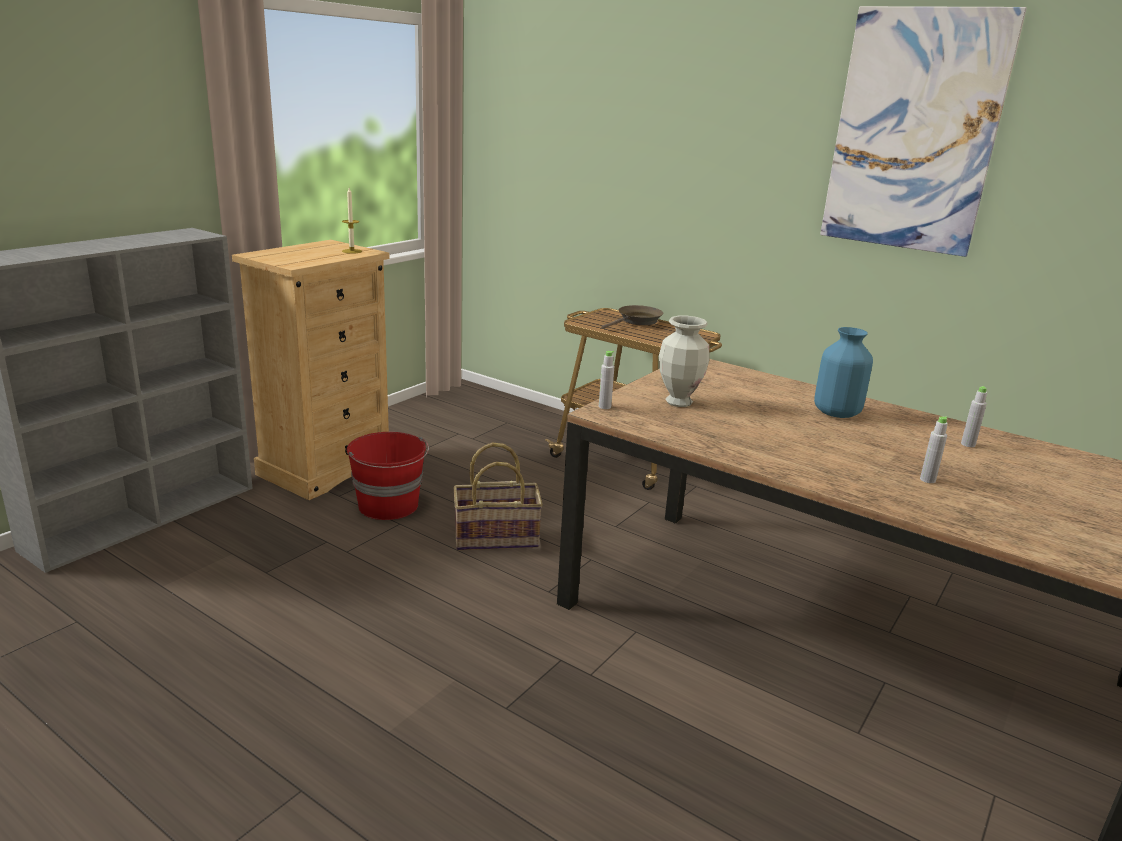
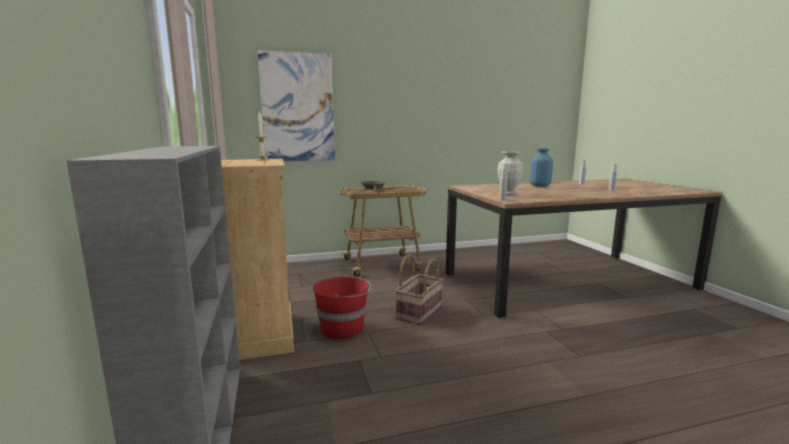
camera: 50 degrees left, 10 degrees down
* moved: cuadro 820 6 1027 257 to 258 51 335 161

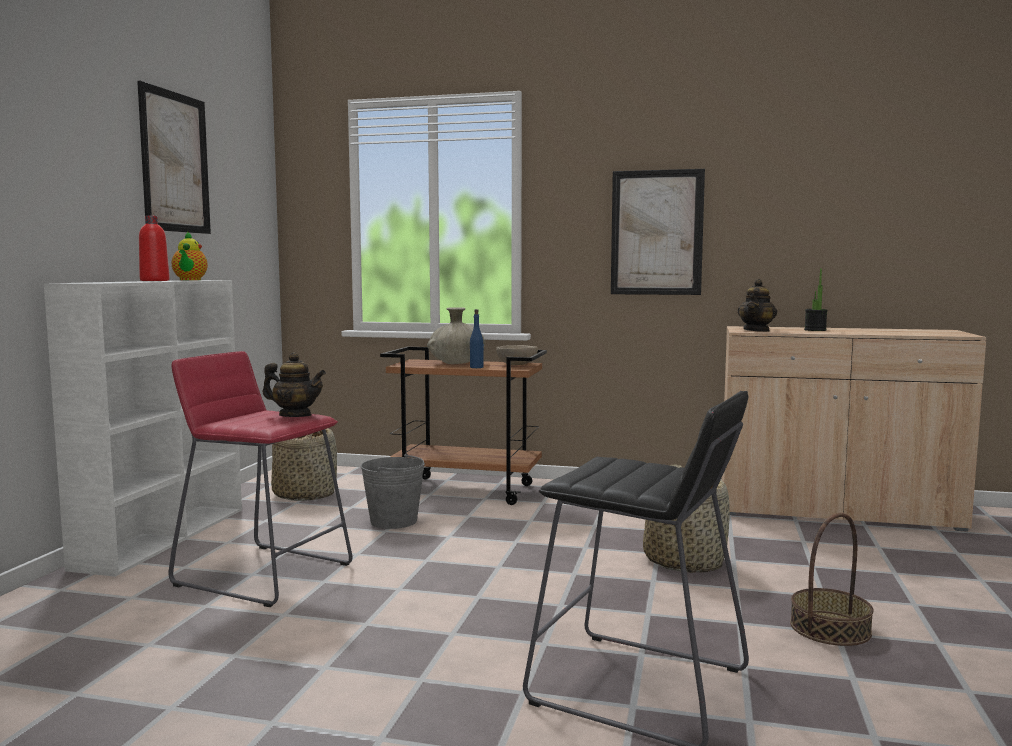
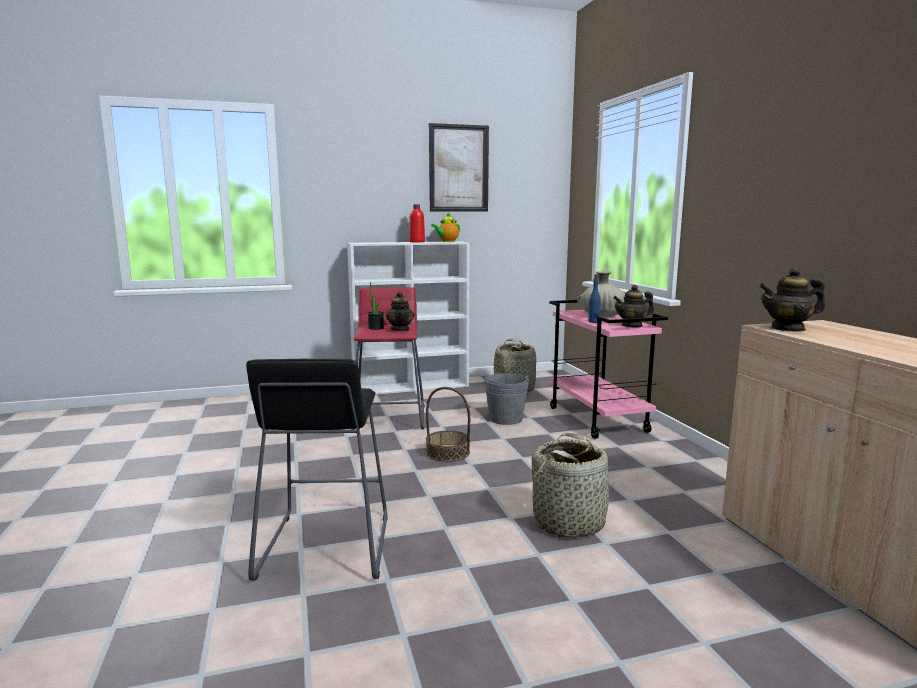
camera: 60 degrees right, 5 degrees up
* recoloured: carrito (marrón) 380 347 547 505 to carrito (rosa) 549 300 668 439
* replaced: cuenco (beis) 496 345 538 365 to tetera 613 285 654 328
* removed: cuadro 611 169 705 295
* moved: cesta 790 513 874 646 to 426 387 470 462
* moved: planta en maceta 804 268 828 331 to 368 283 384 330

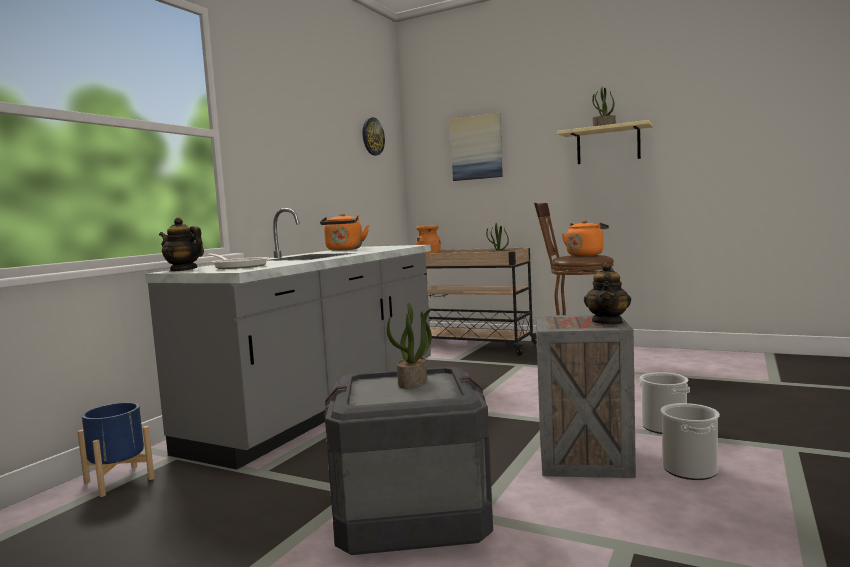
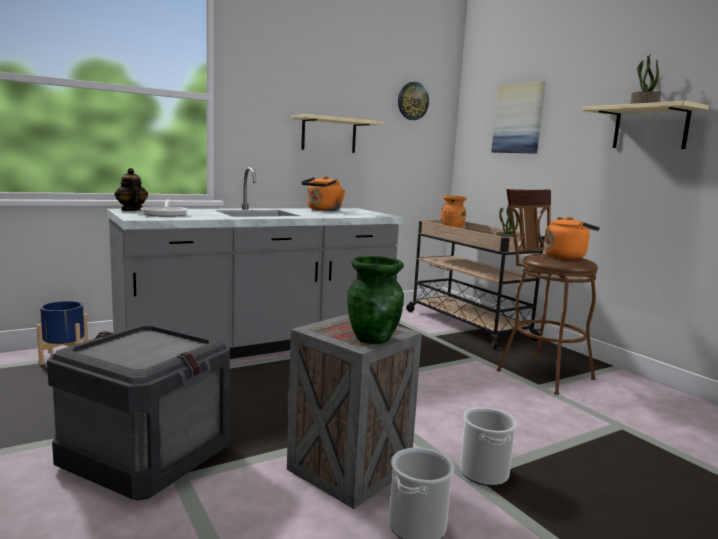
camera: 30 degrees right, 5 degrees up
* removed: planta en maceta 386 303 432 389
* replaced: tetera 584 262 631 325 to florero (verde) 347 256 404 344
* added: estante (beis) 291 114 383 153

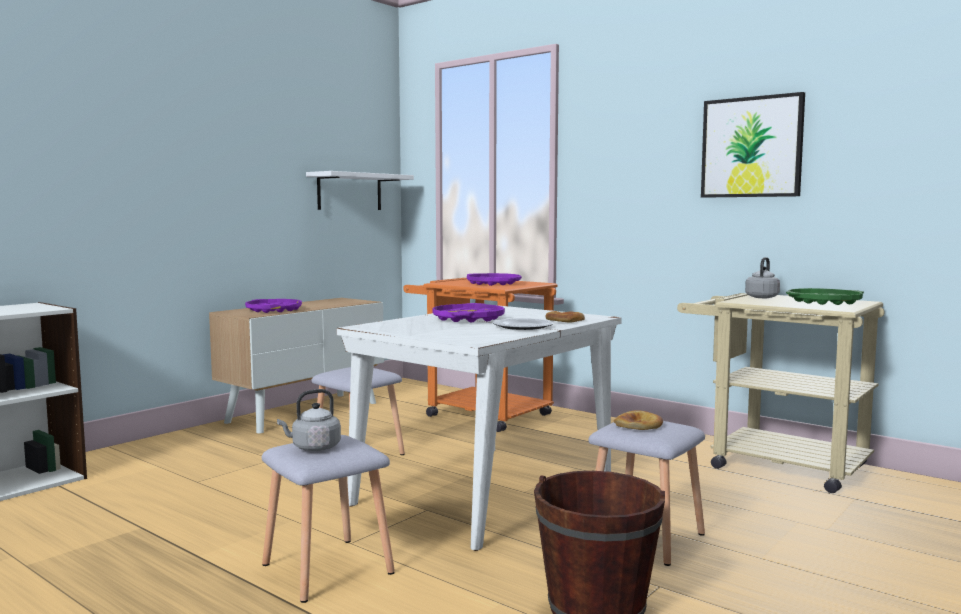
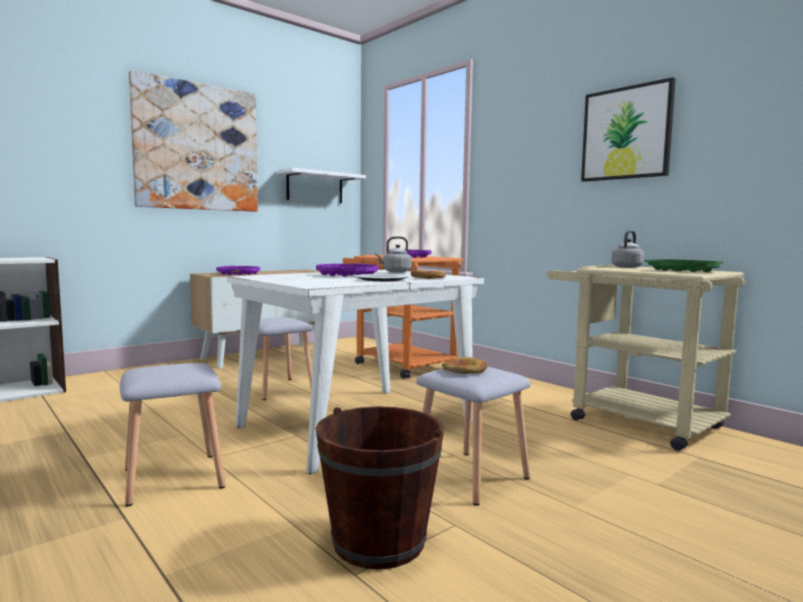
camera: 10 degrees right, 0 degrees up
* moved: hervidor (gris) 277 389 341 451 to 375 236 412 273
* added: cuadro 129 70 258 212

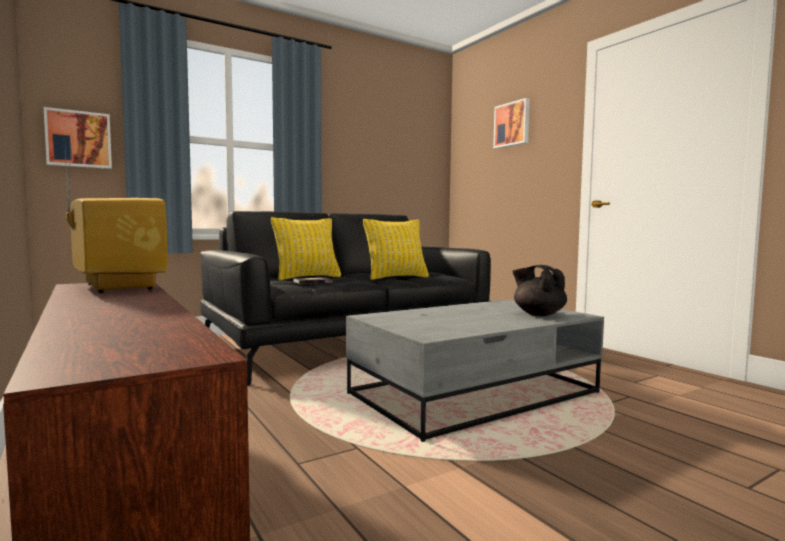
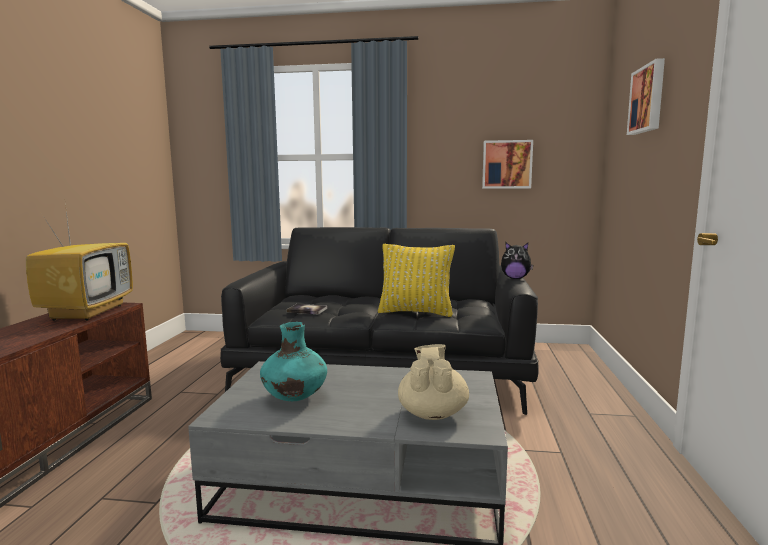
camera: 40 degrees right, 5 degrees up
* moved: cuadro 44 107 112 169 to 482 140 533 189
* removed: cojín (amarillo) 271 217 341 280
* recoloured: tetera (negro) 512 265 567 316 to tetera (beis) 398 344 469 420
* added: florero (turquesa) 260 322 327 401
* added: peluche 501 243 533 279

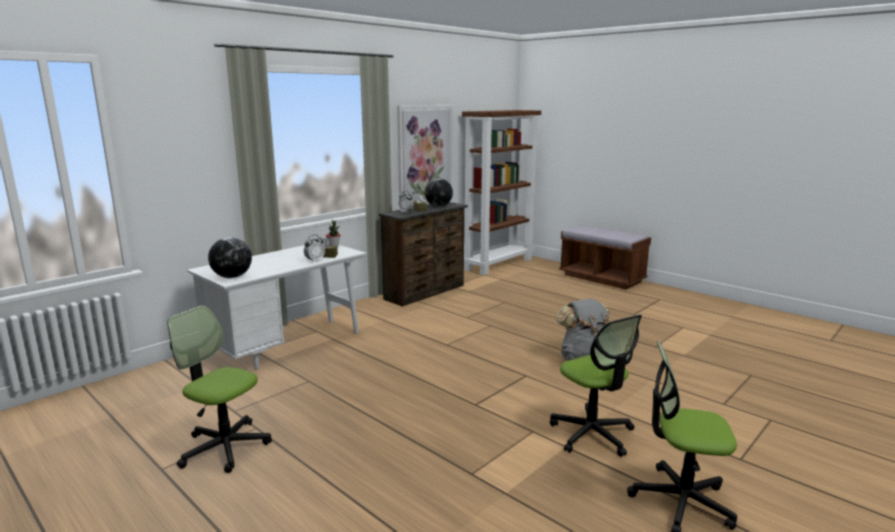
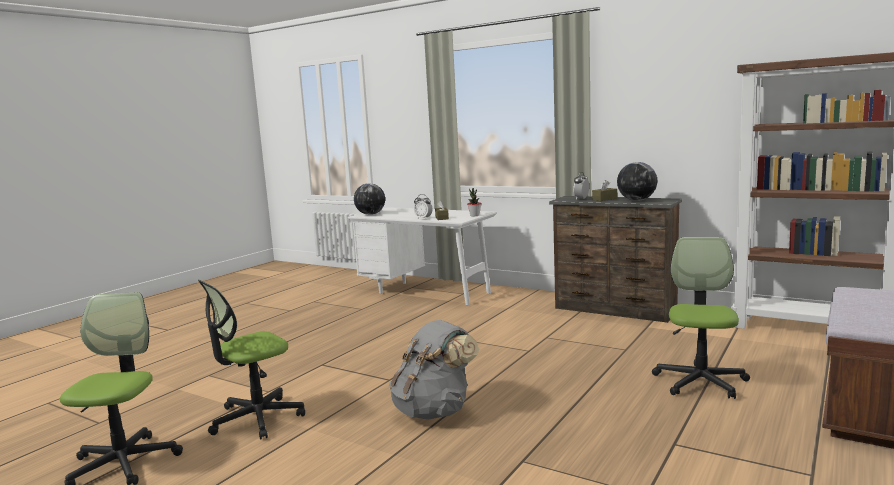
camera: 80 degrees right, 5 degrees down
* moved: silla de oficina 167 305 272 473 to 652 237 750 399
* removed: cuadro 397 105 453 203

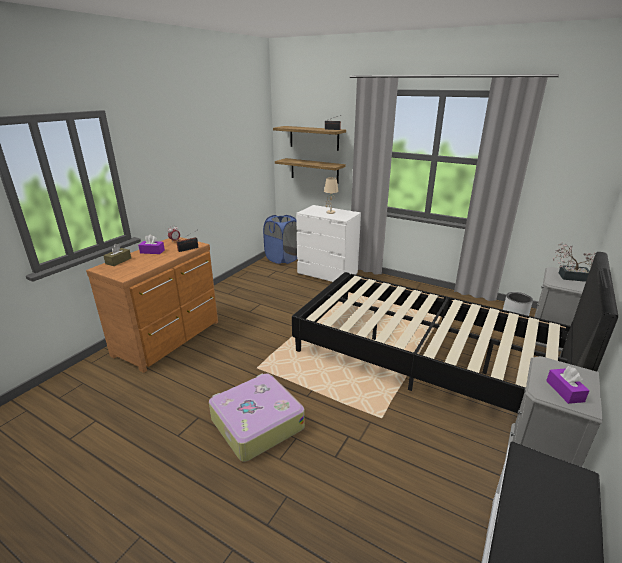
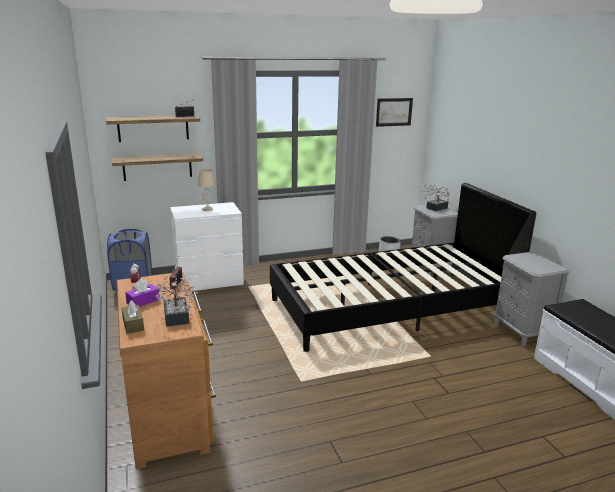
camera: 50 degrees left, 5 degrees down
* removed: maleta 209 373 305 462
* removed: caja de pañuelos (morado) 546 366 589 404
* added: planta en maceta 156 275 198 327
* added: cuadro 376 98 413 127

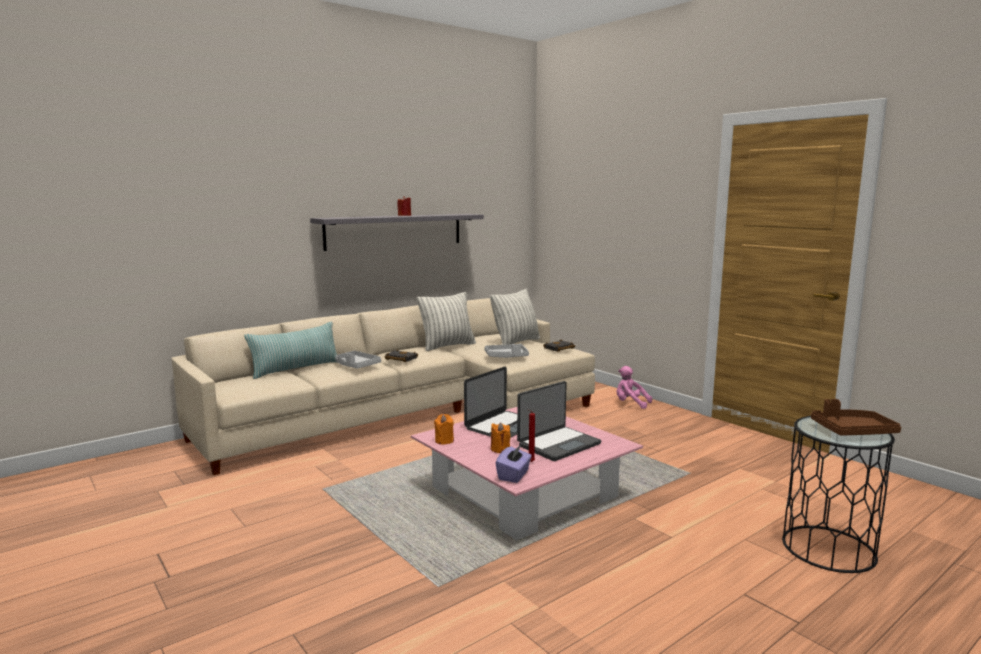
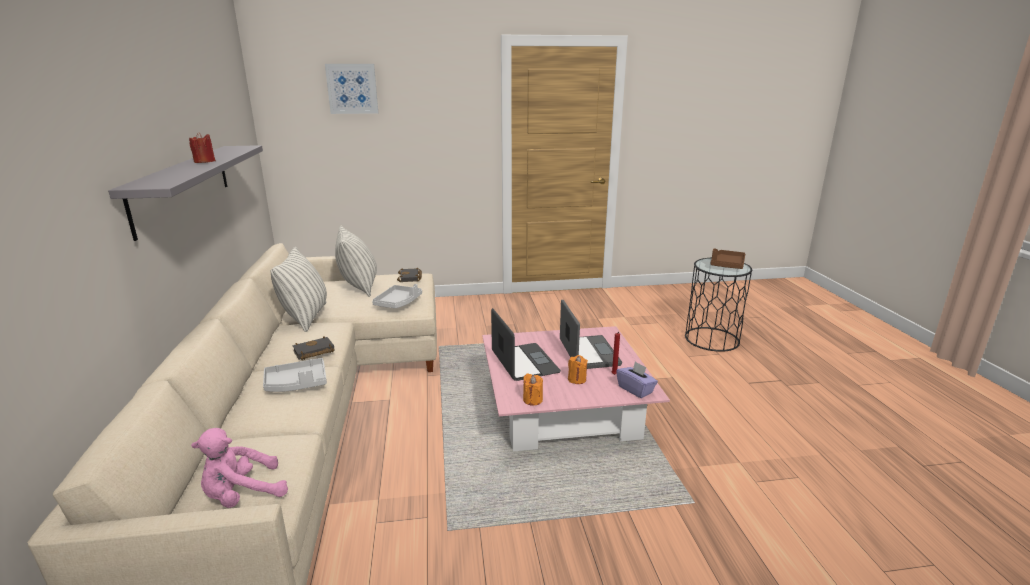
camera: 60 degrees left, 10 degrees up
* removed: cojín 244 322 337 379
* moved: peluche (rosa) 616 366 652 409 to 191 428 288 508
* added: cuadro 325 64 378 114

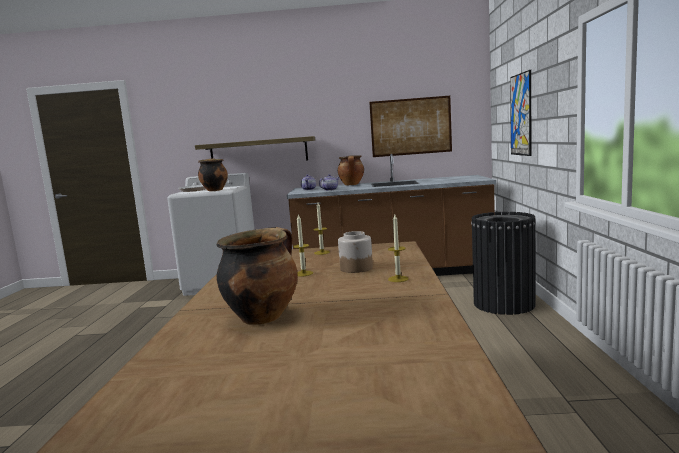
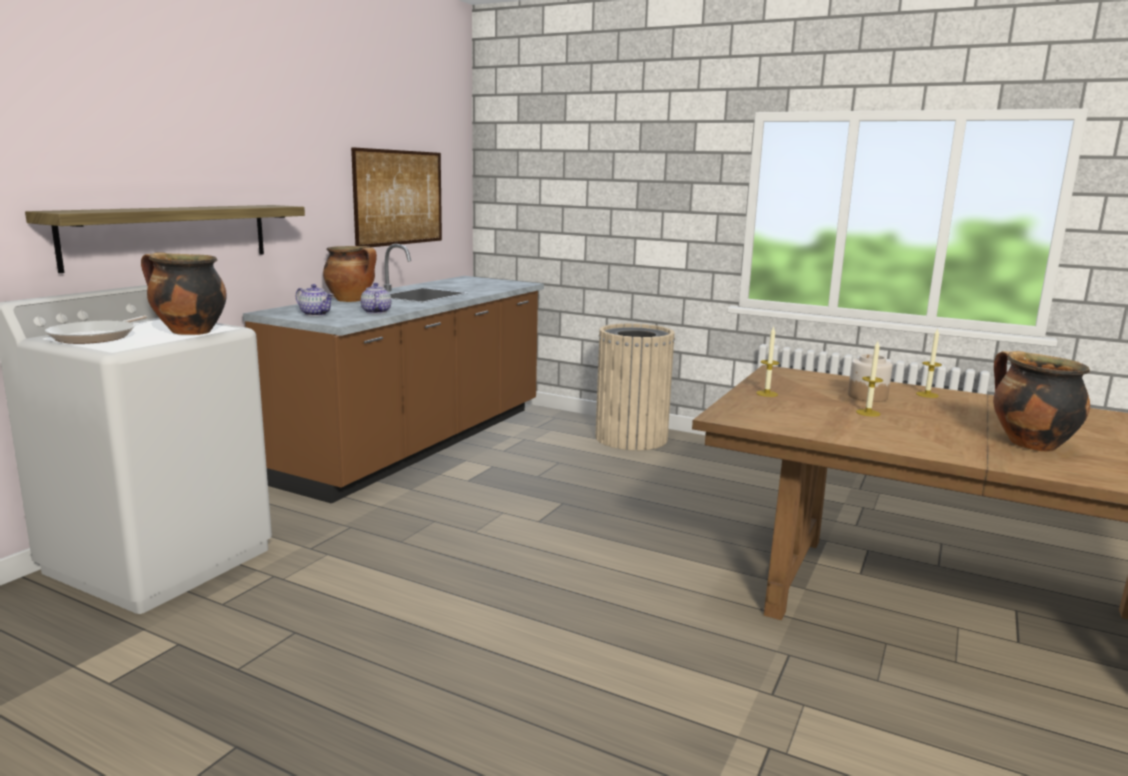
camera: 65 degrees left, 5 degrees up
* recoloured: papelera (negro) 471 212 536 315 to papelera (beis) 595 323 675 450
* removed: cuadro 510 70 531 156

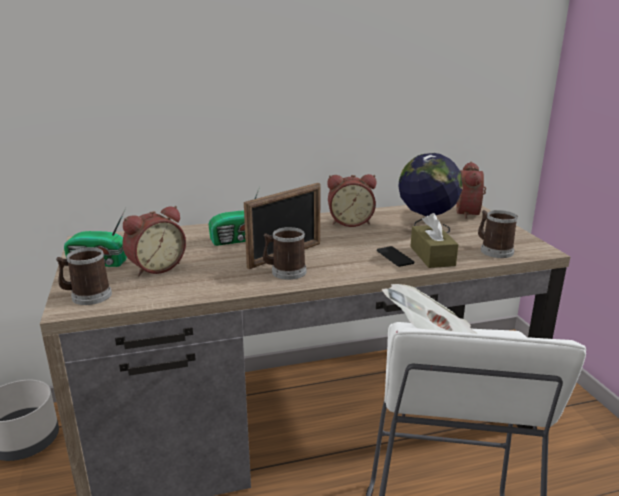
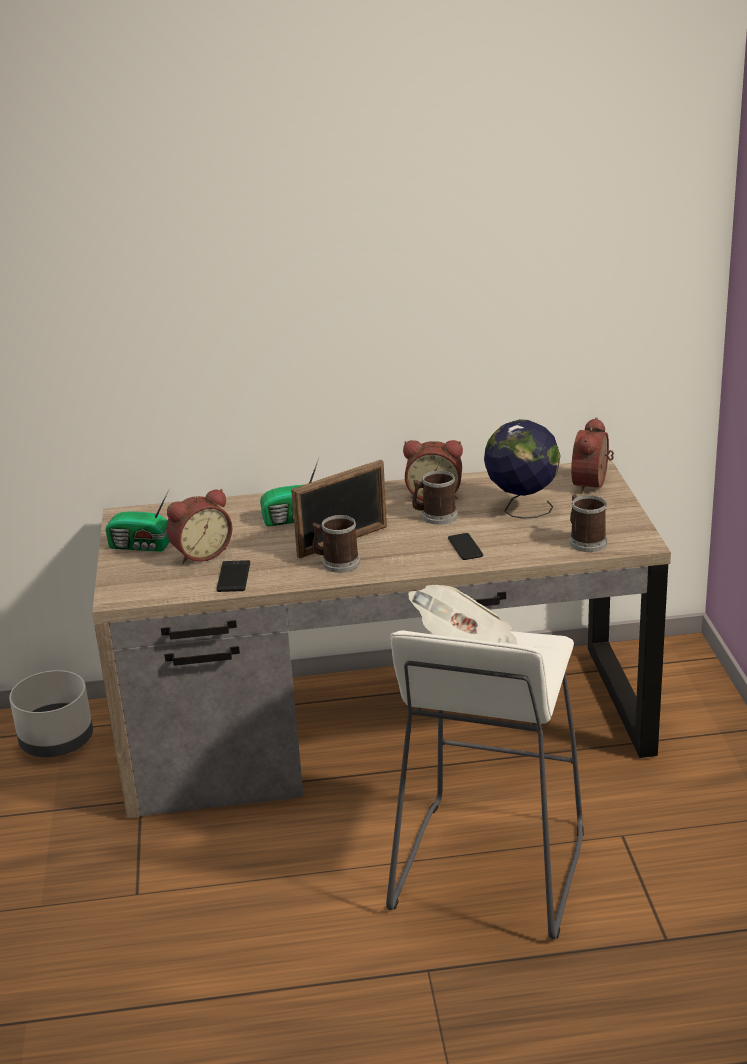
camera: 10 degrees right, 5 degrees up
* moved: taza grande 56 247 112 305 to 412 470 457 525
* removed: caja de pañuelos (marrón) 410 213 458 268
* added: móvil 216 560 250 592

